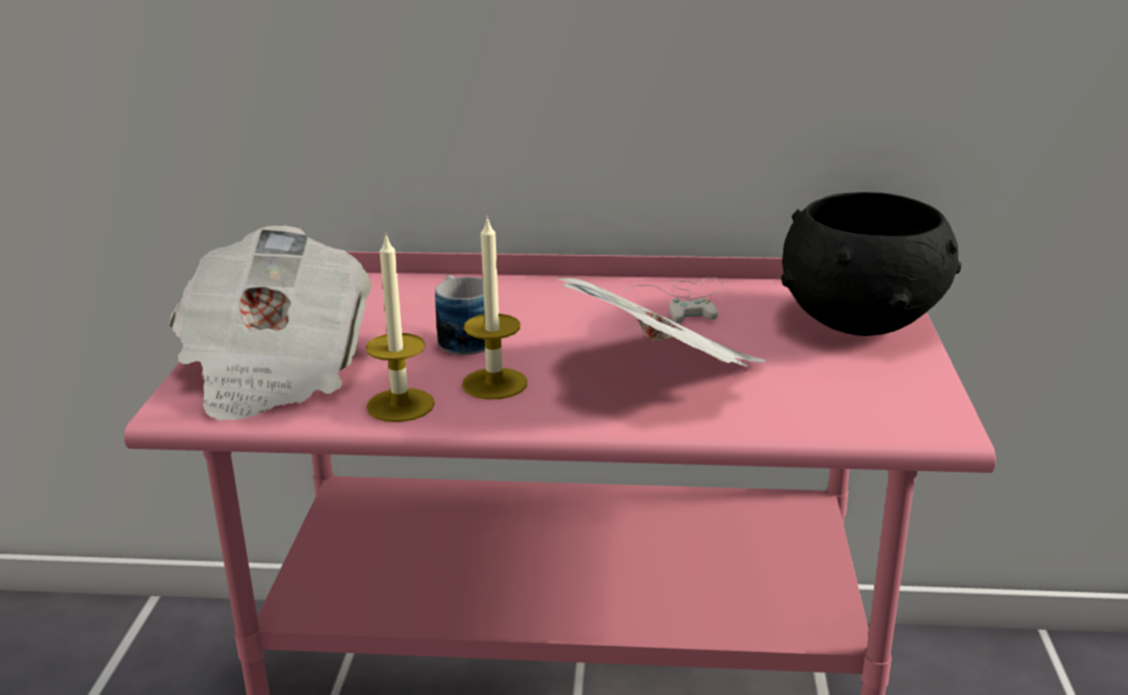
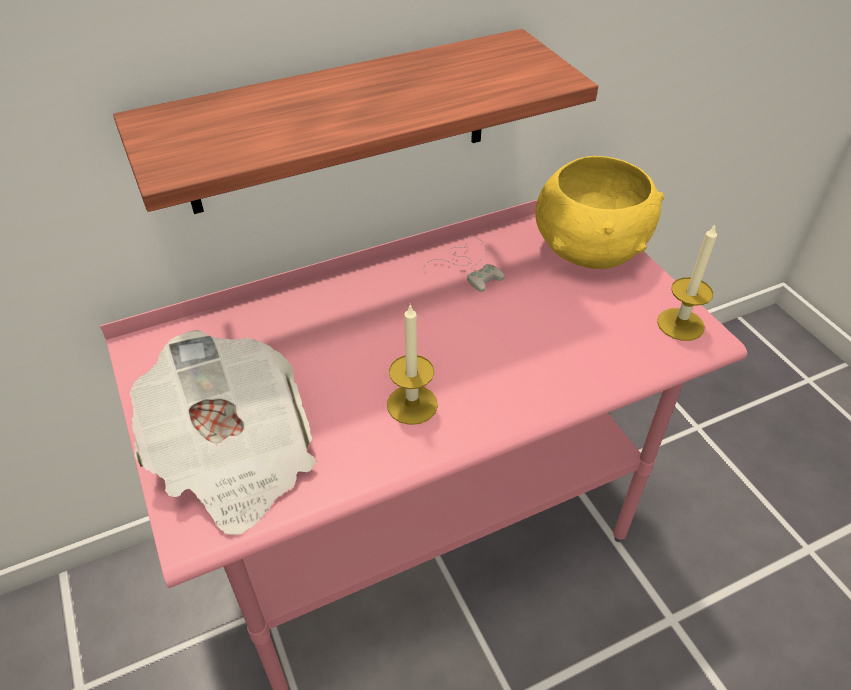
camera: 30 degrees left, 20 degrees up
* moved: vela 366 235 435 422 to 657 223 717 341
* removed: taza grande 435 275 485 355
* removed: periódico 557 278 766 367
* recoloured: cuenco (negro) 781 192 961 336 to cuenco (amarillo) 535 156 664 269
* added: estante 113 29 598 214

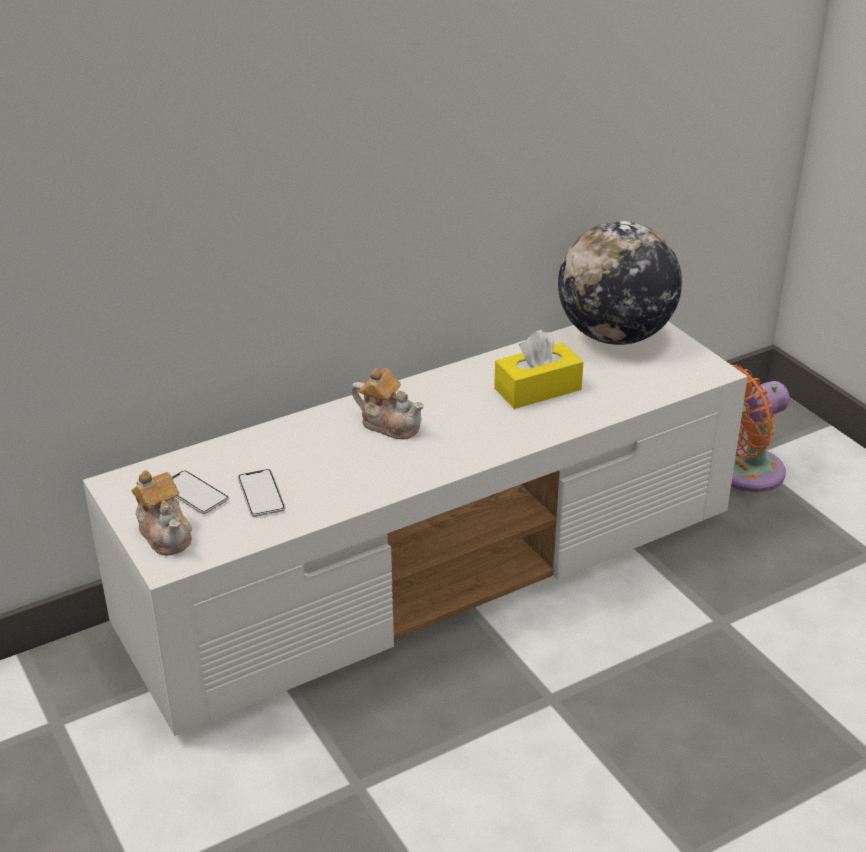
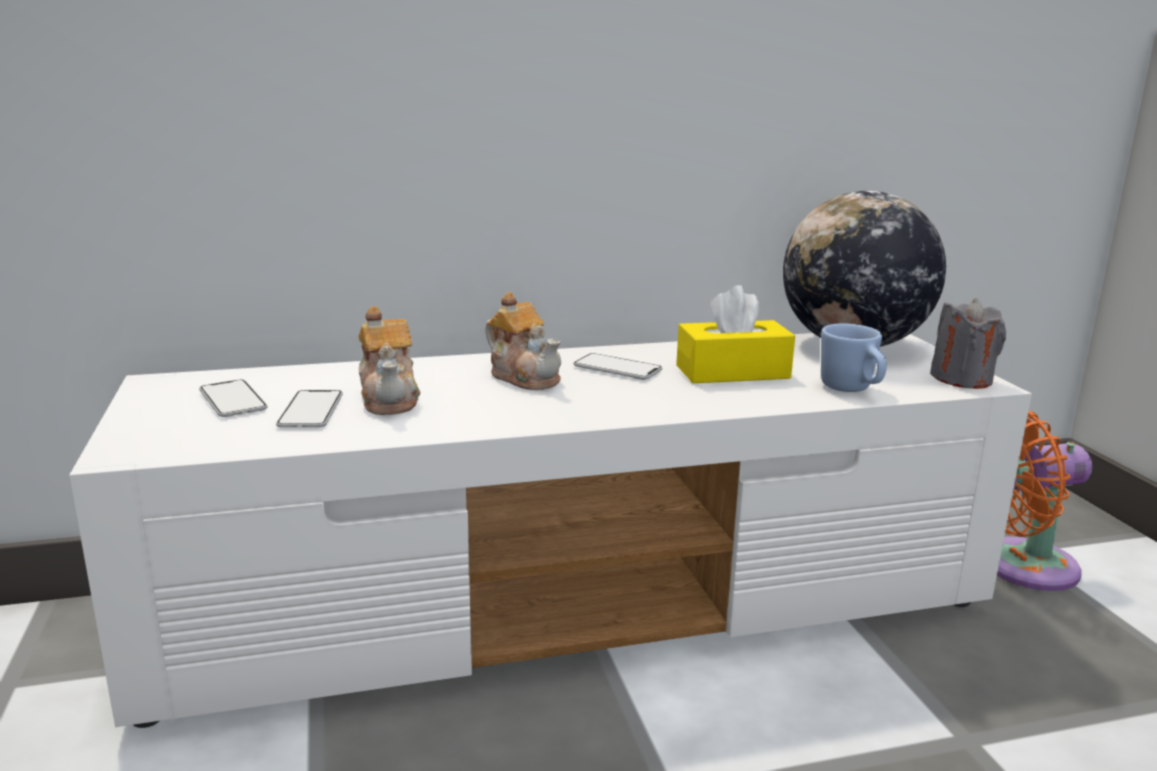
camera: 15 degrees right, 15 degrees down
* moved: tetera 131 470 192 556 to 359 306 421 415
* added: móvil 573 353 662 380
* added: taza grande (azul) 821 323 887 392
* added: vela (gris) 930 298 1006 389

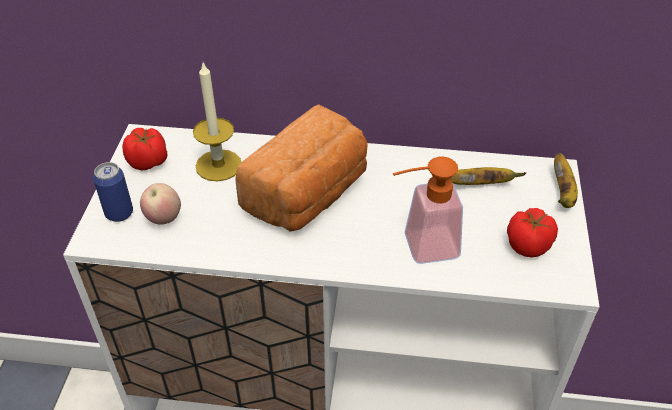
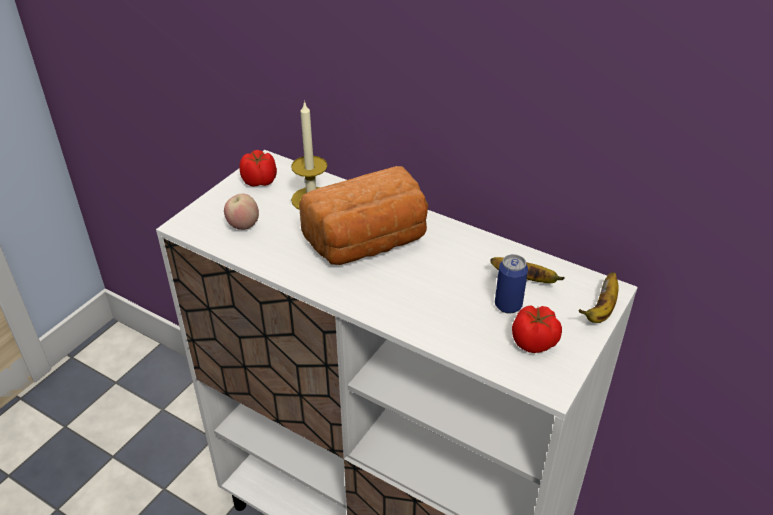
camera: 25 degrees right, 5 degrees down
* moved: lata 93 162 133 222 to 495 254 528 314
* removed: dispensador de jabón 393 157 463 264

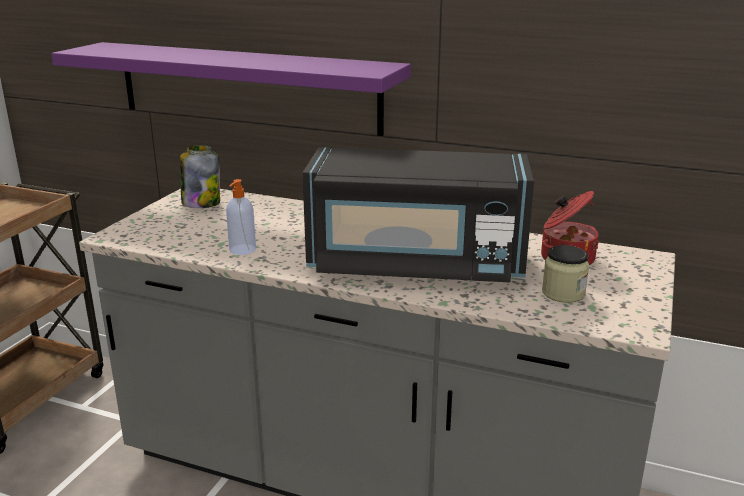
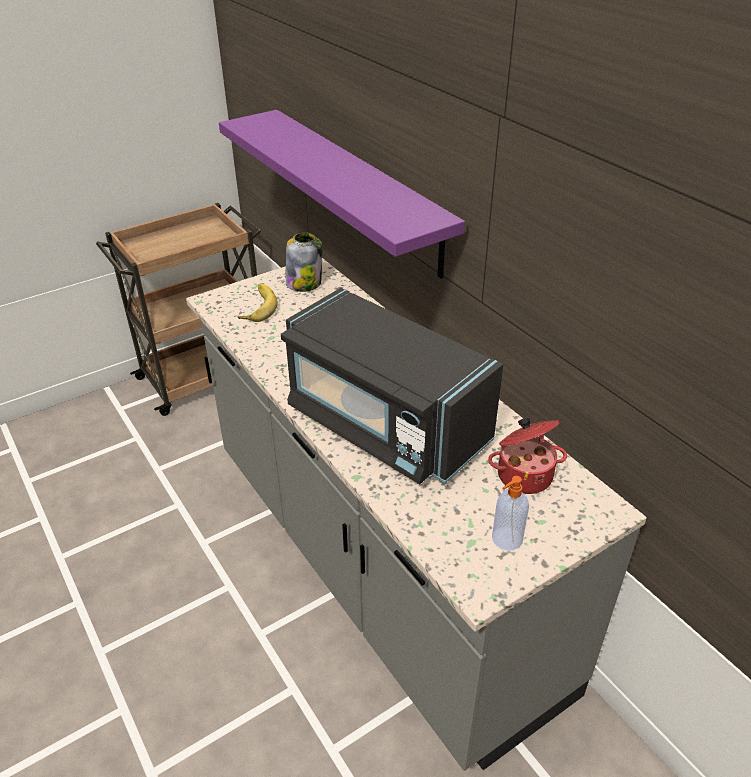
camera: 35 degrees right, 15 degrees up
* moved: dispensador de jabón 226 179 256 255 to 492 476 529 551
* removed: tarro 542 245 589 303
* added: plátano 238 284 278 322

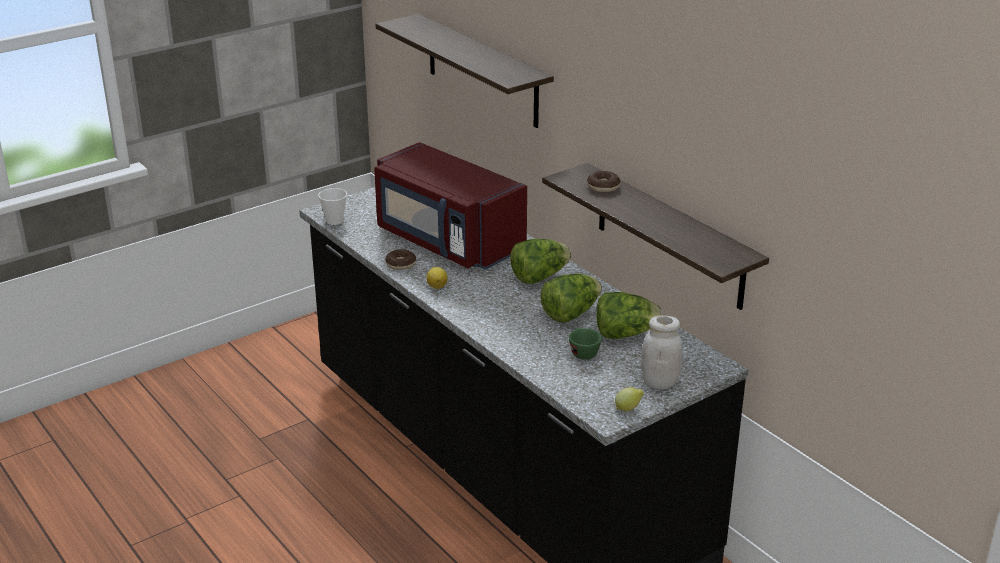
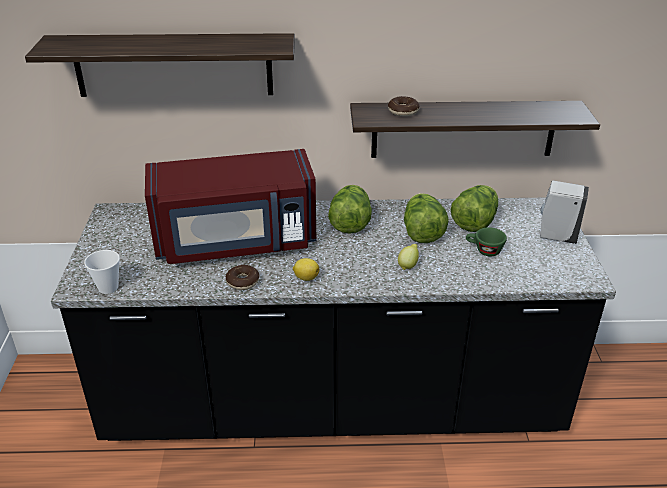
camera: 55 degrees left, 5 degrees up
* moved: limón 615 387 644 412 to 398 244 419 270
* replaced: tarro (blanco) 641 315 682 389 to dispensador de jabón (blanco) 540 180 589 244

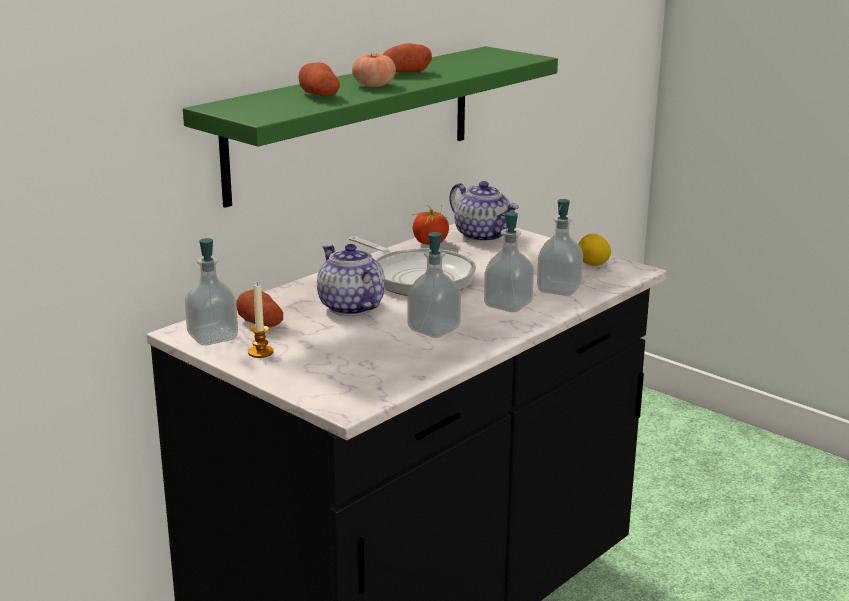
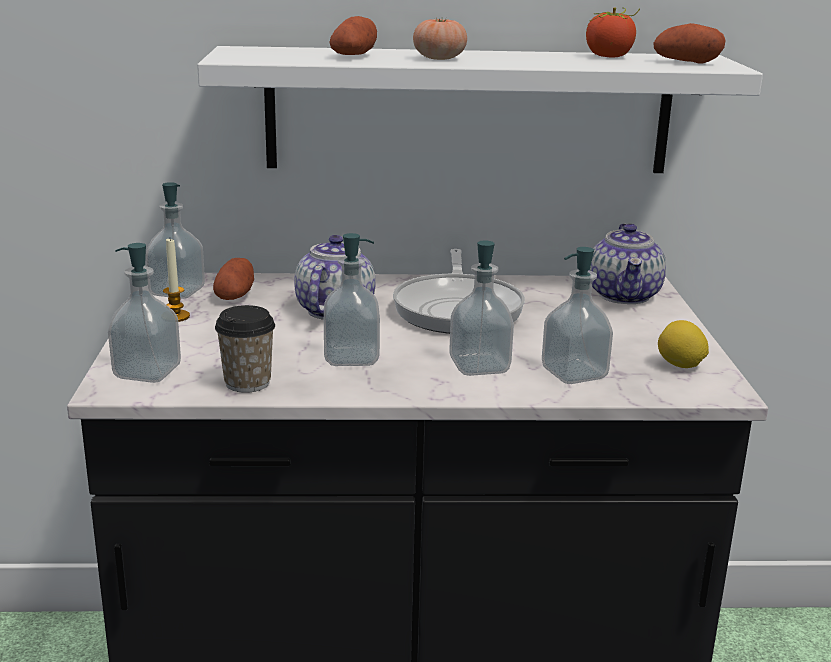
camera: 45 degrees right, 0 degrees up
* recoloured: estante (verde) 183 46 558 208 to estante (blanco) 197 46 763 173
* moved: patata 382 44 432 73 to 654 23 726 64
* moved: tomate 413 205 449 245 to 586 7 640 57
* added: dispensador de jabón 108 243 181 383
* added: taza 215 305 275 393

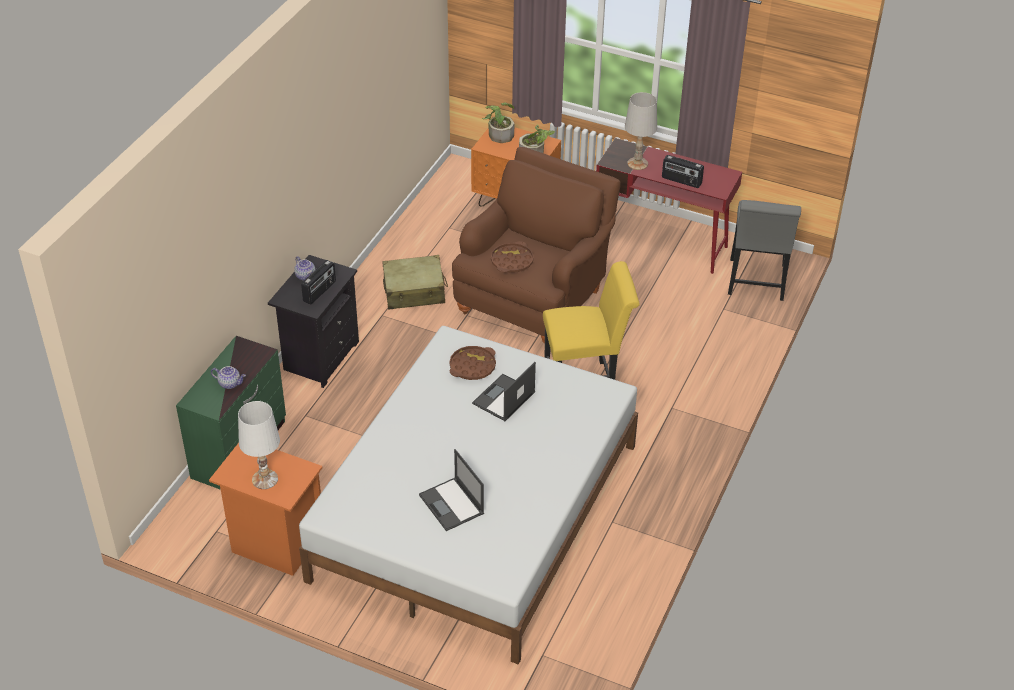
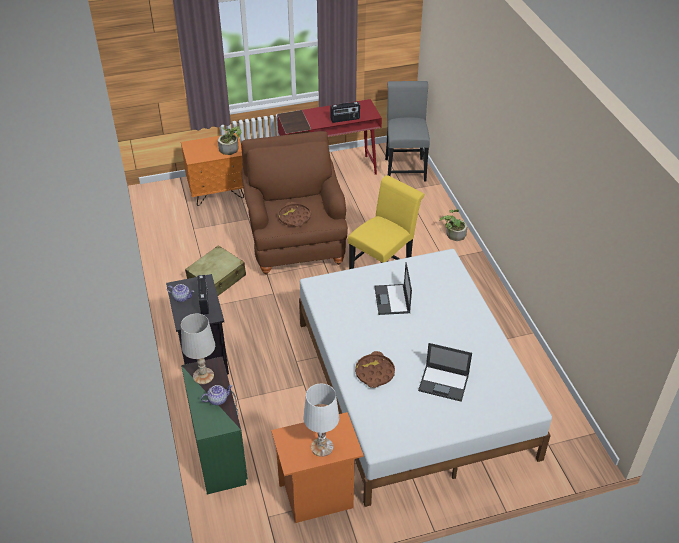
camera: 40 degrees left, 0 degrees up
* moved: bandeja (marrón) 449 346 496 380 to 355 351 395 388
* moved: planta en maceta 482 102 515 143 to 439 209 468 241
* moved: lámpara de mesa (blanco) 625 92 657 170 to 181 314 215 384
* turned: silla (gris) 728 200 801 301 = 385 81 430 182 150 degrees counterclockwise

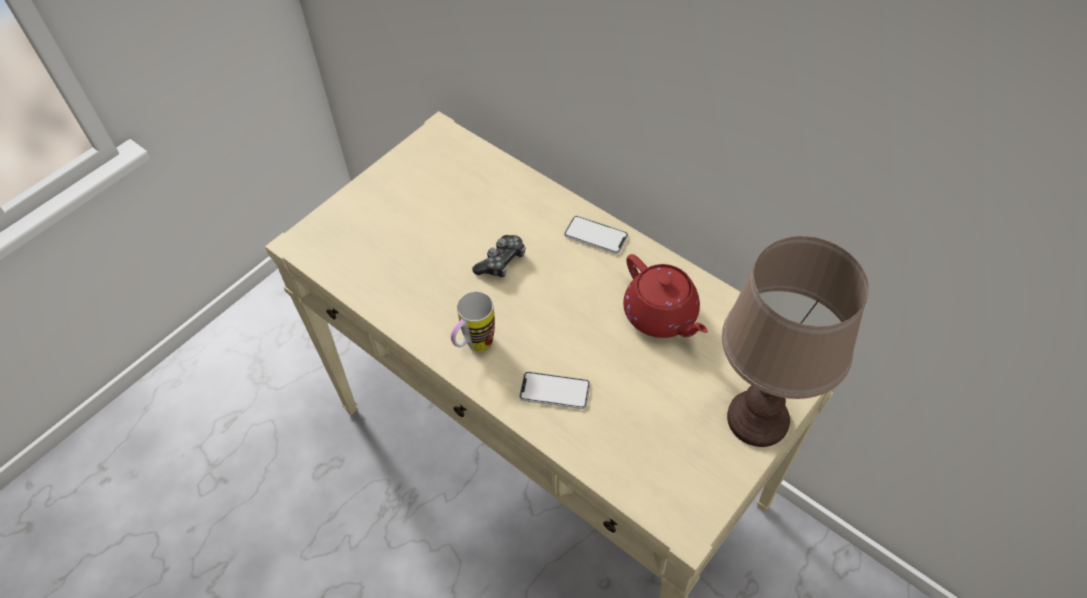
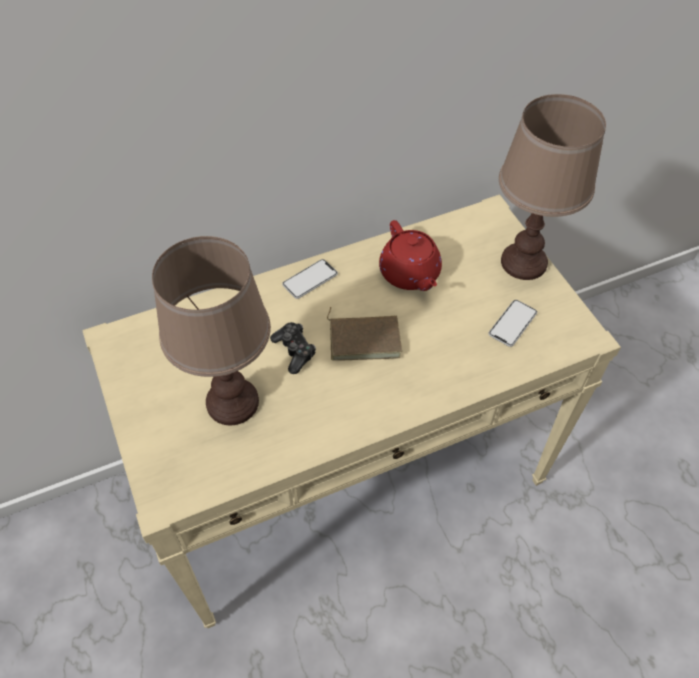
camera: 65 degrees left, 0 degrees up
* removed: taza grande 451 291 495 351
* moved: móvil 519 372 590 409 to 489 300 537 347
* turned: tetera (rojo) 623 254 708 338 = 379 220 442 291 75 degrees clockwise
* added: lámpara de mesa (marrón) 152 236 271 425
* added: libro (marrón) 327 307 402 361

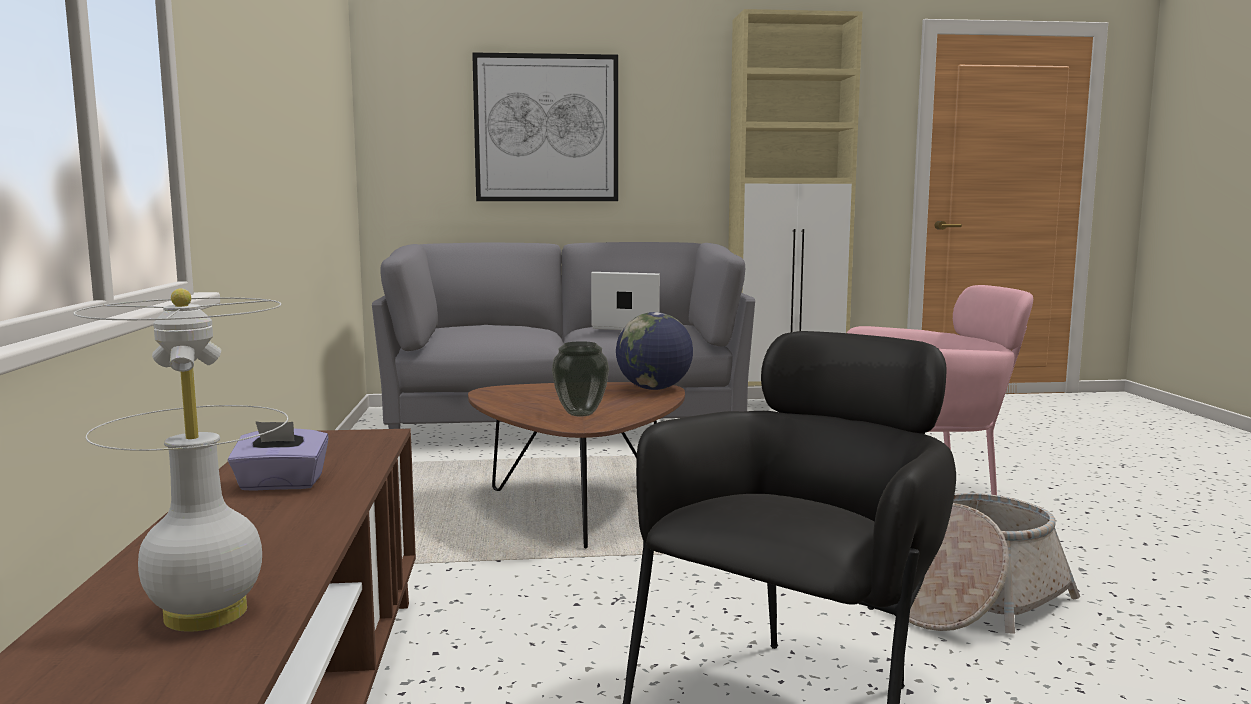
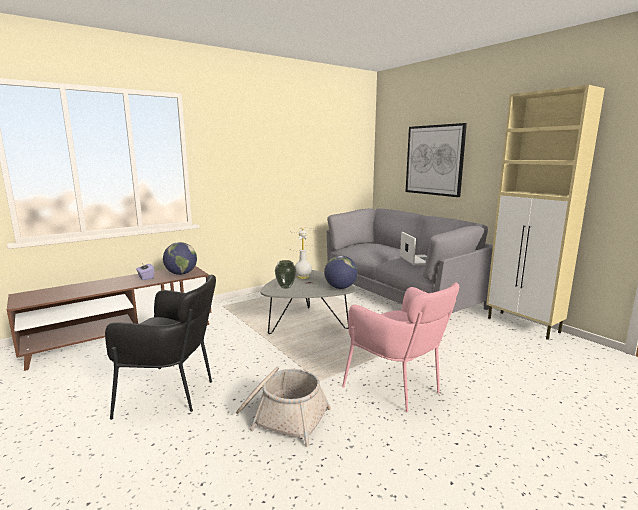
camera: 60 degrees right, 5 degrees up
* moved: lámpara de mesa (blanco) 74 288 288 632 to 289 227 317 279
* recoloured: mesa de centro (marrón) 468 382 685 548 to mesa de centro (gris) 260 270 355 334
* added: globo terráqueo 163 242 197 275

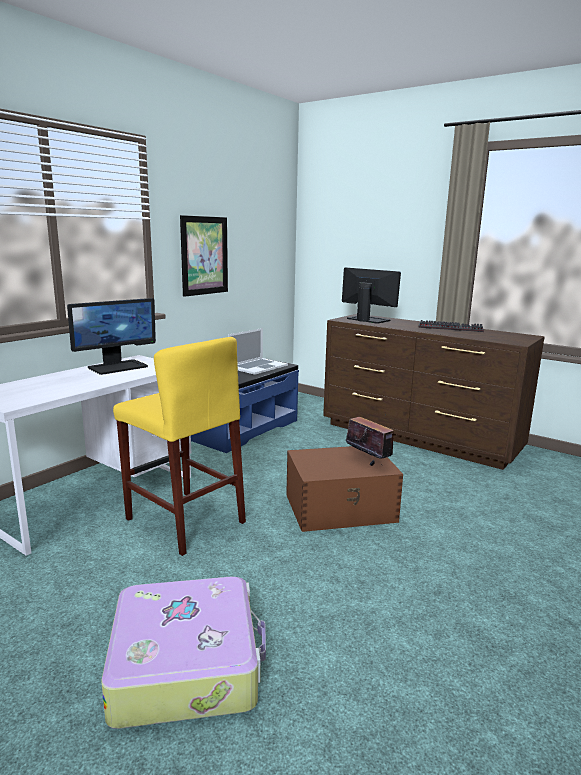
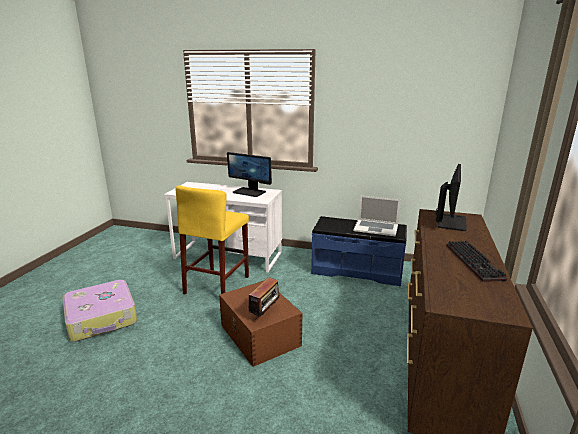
camera: 70 degrees right, 5 degrees up
* removed: cuadro 180 215 228 297

